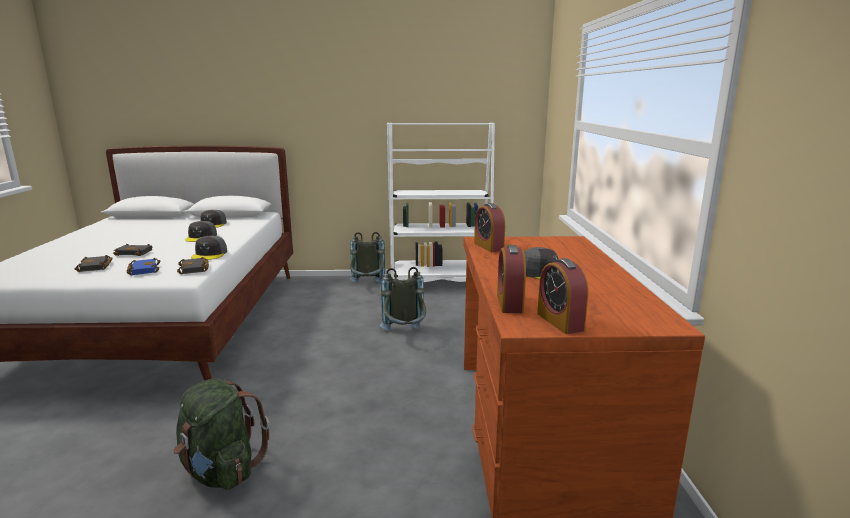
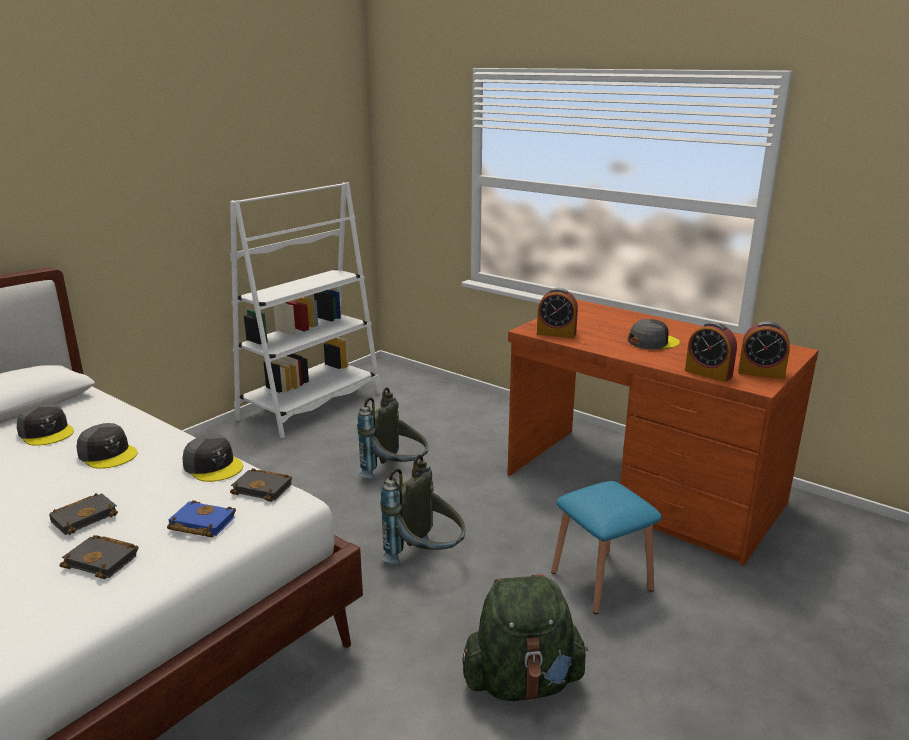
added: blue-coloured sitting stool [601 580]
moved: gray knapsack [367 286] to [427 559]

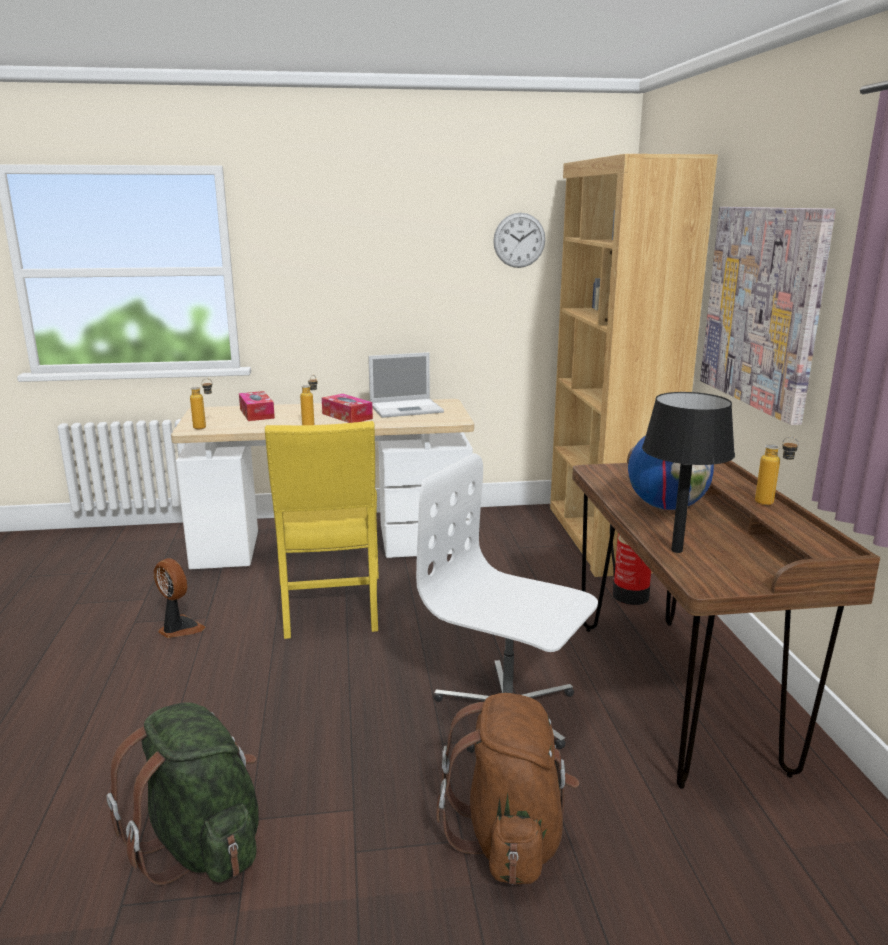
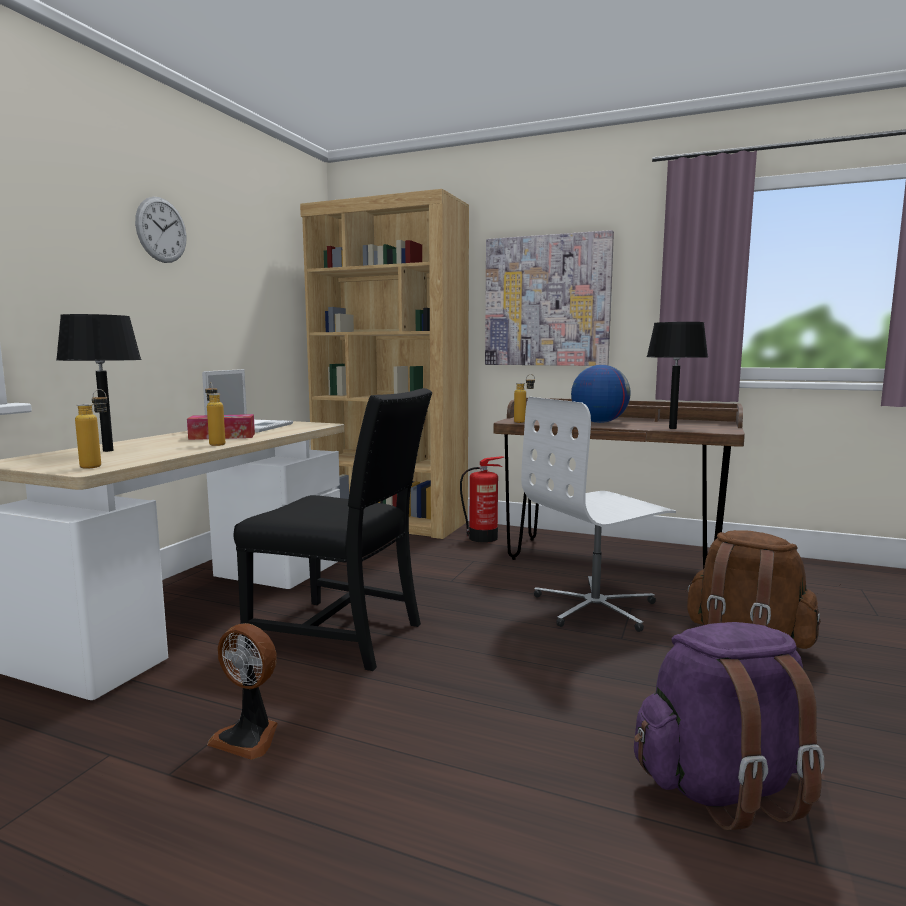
moved: hanging clock [519 240] to [161 230]; beverage bottle [771 504] to [524 422]
replaced: tissue box [257 413] to blackish table lamp [107 451]
recoloured: yellow upright chair [330 607] to blackish upright chair [342 635]; greenish knapsack [201 844] to purple-coloured knapsack [723 788]
turned: electric fan [179 629] = [249 737] 135 degrees counterclockwise

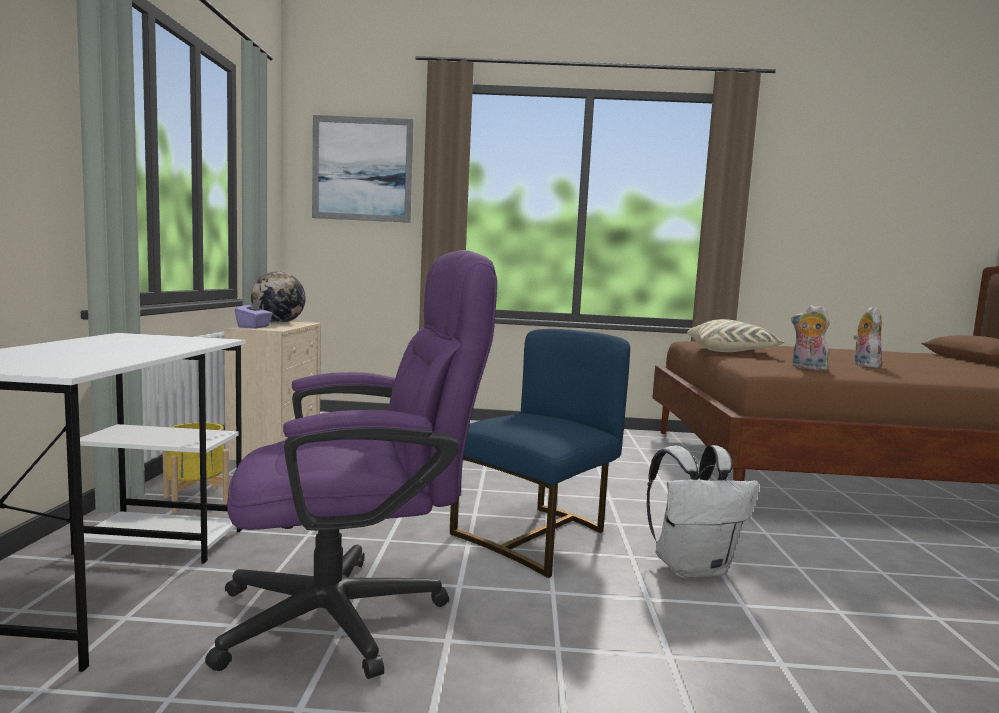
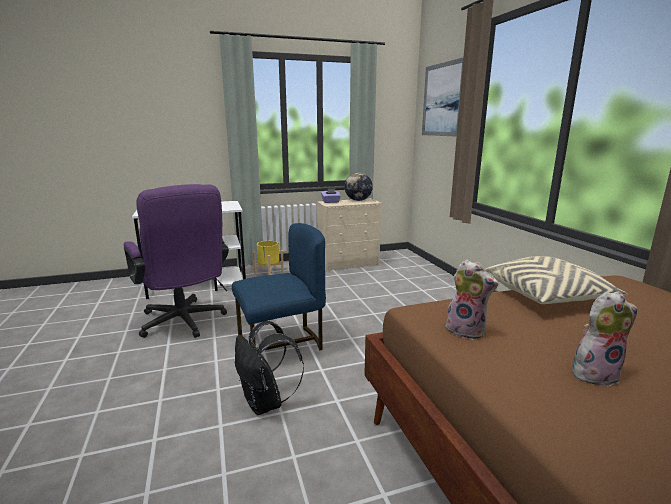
recoloured: white-coloured knapsack [692 567] to blackish knapsack [266 403]
turned: blue-coloured upright chair [536 536] = [281 346] 45 degrees counterclockwise; soft toy [807 368] = [467 330] 105 degrees clockwise

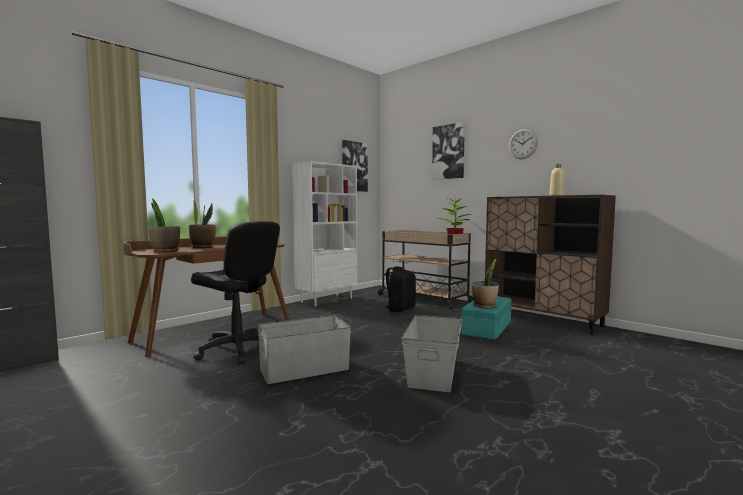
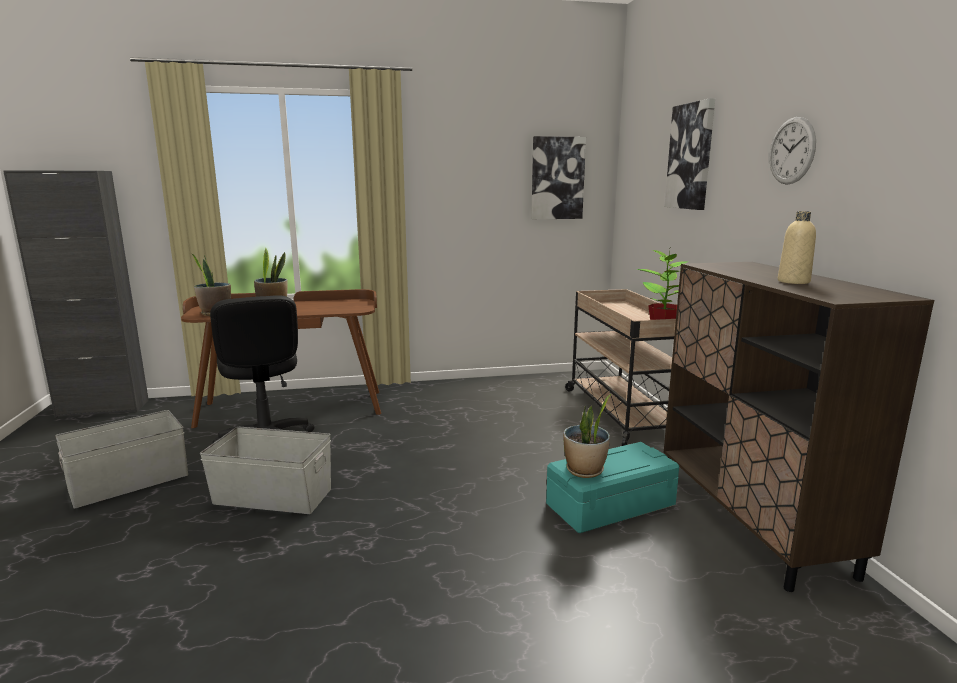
removed: white-coloured shelving unit [327 300]; blackish knapsack [400 309]
moved: gray storage box [434 372] to [130 482]

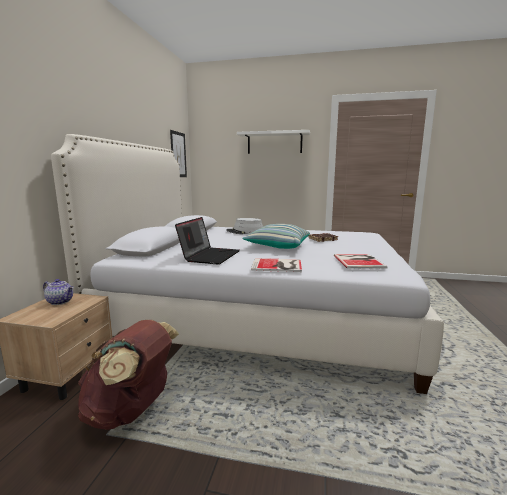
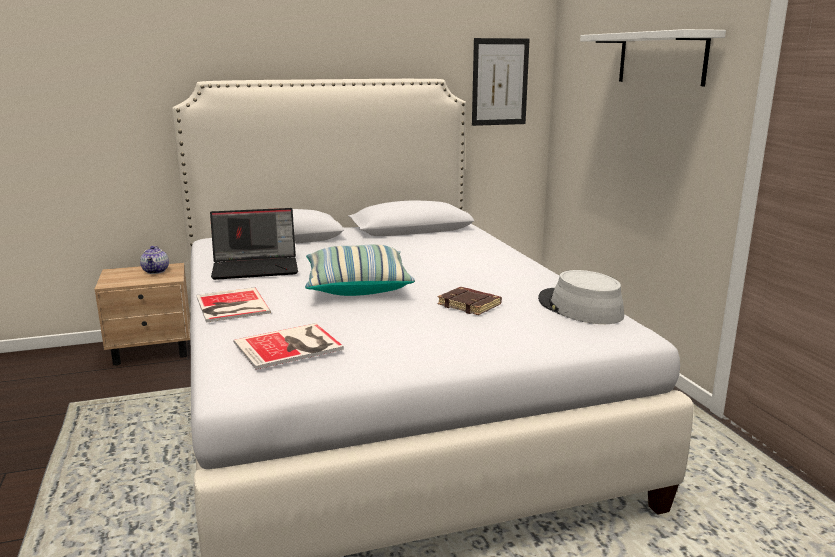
removed: brownish knapsack [131 410]
moved: gray wearable hat [245 232] to [579 308]

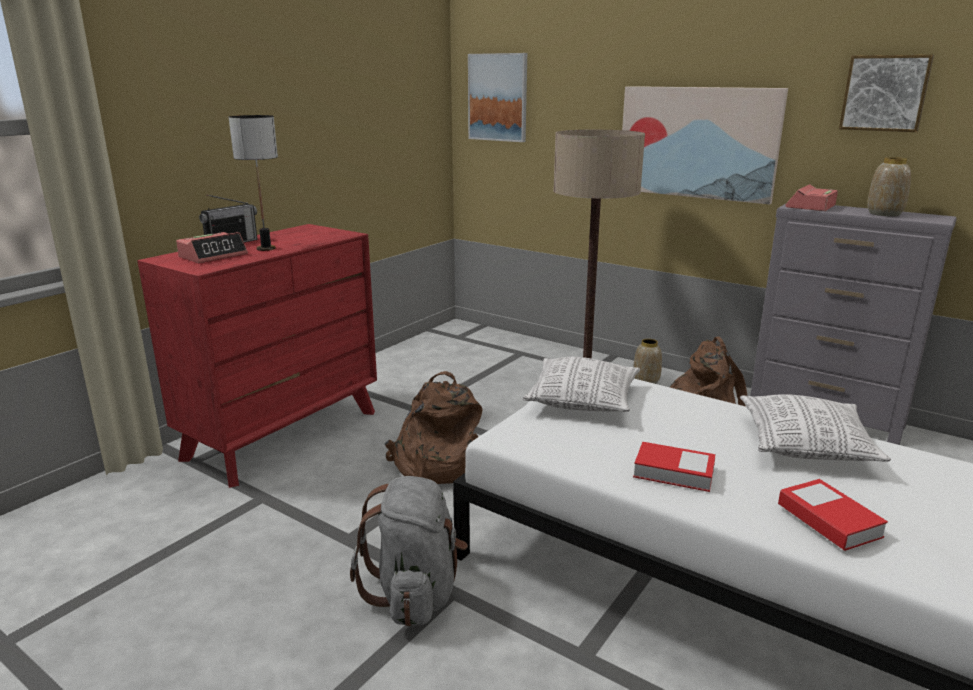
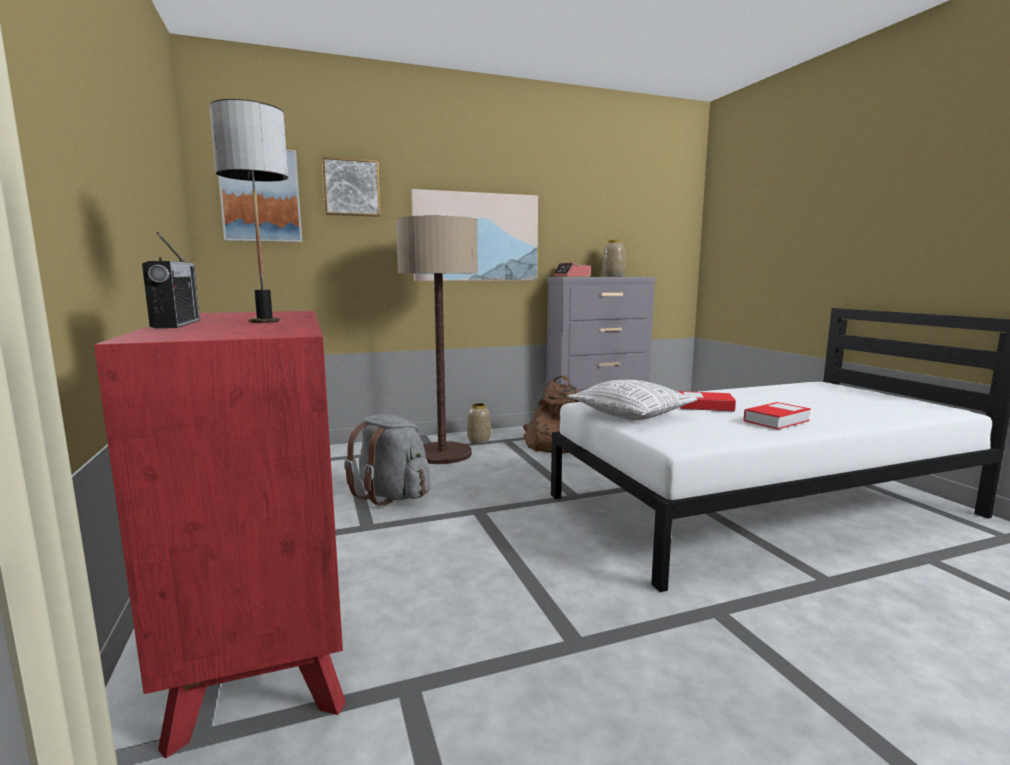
removed: bedside clock [213 256]; brownish knapsack [435 464]; pillow [805 445]
moved: wall art [885 93] to [351 188]; gray knapsack [415 593] to [391 496]; book [828 520] to [705 406]

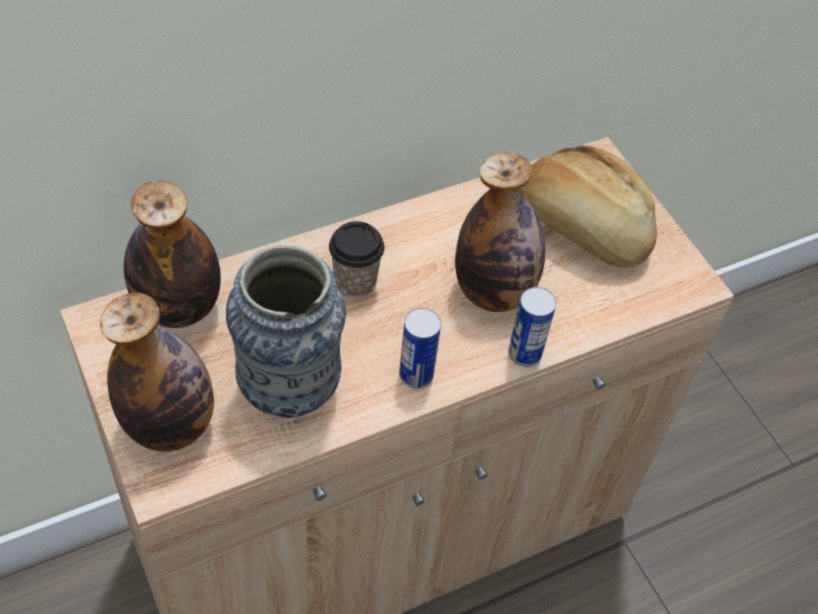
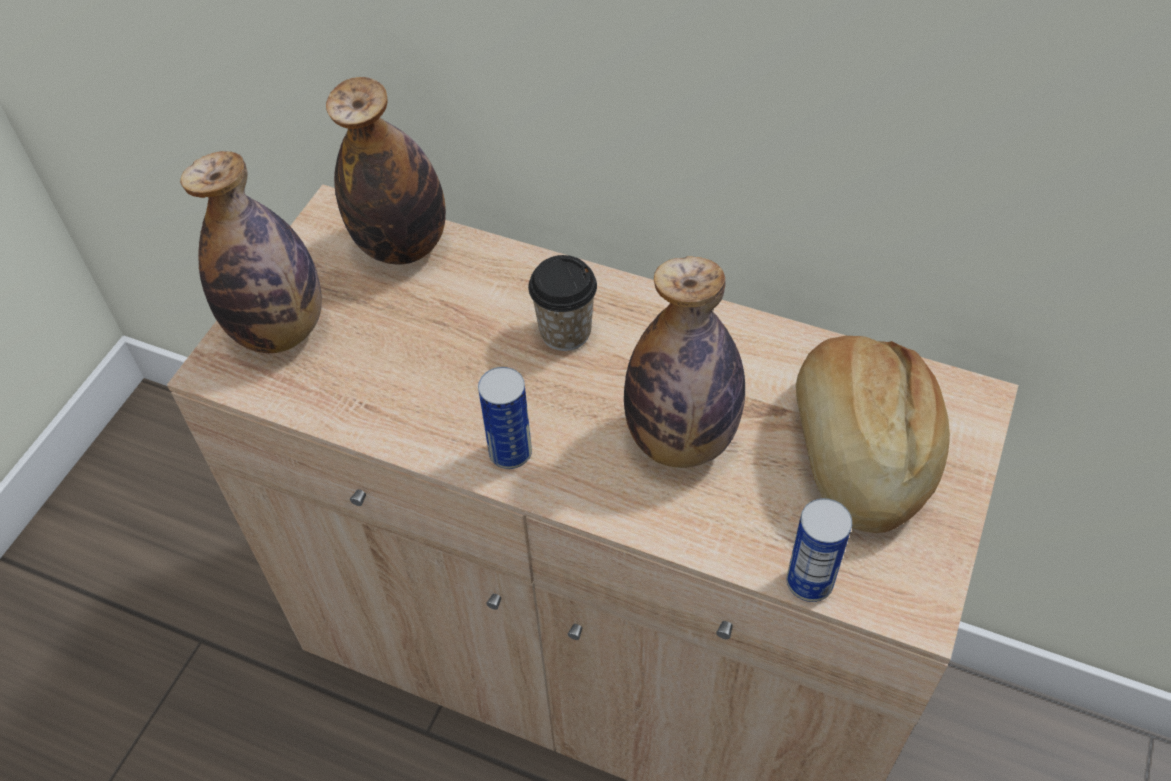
removed: decorative vase [289 390]
moved: can [524 354] to [809 582]

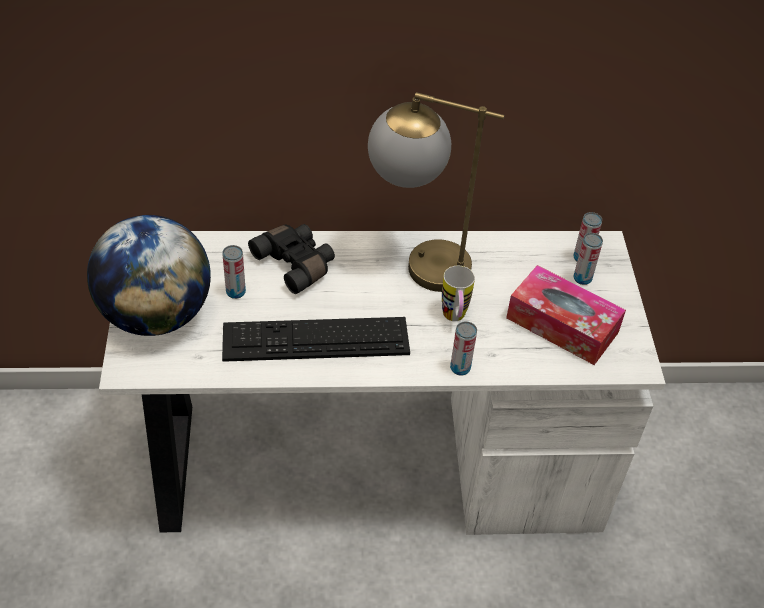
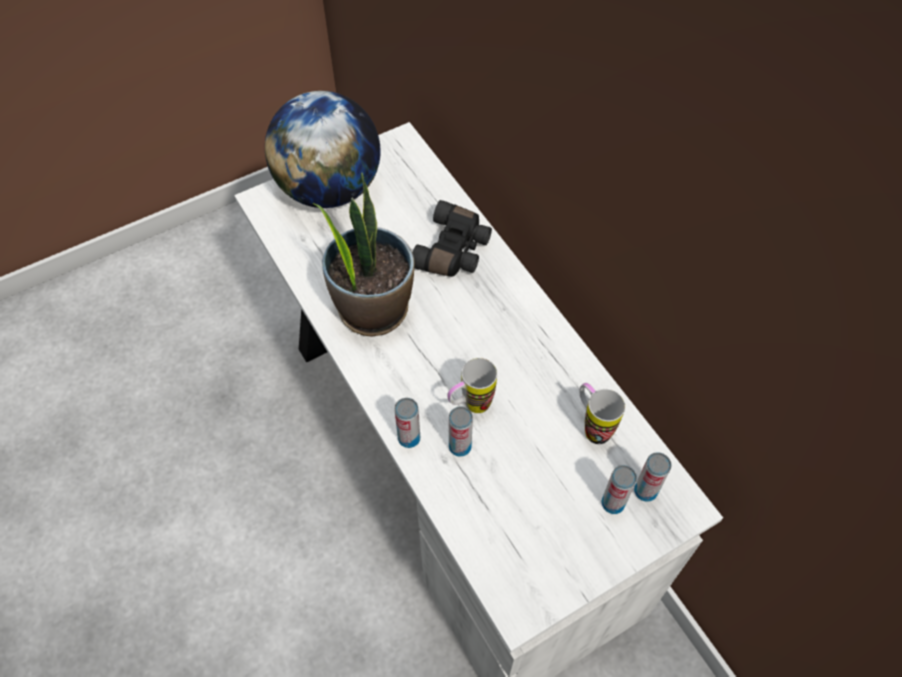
removed: table lamp [416 263]; tissue box [562 325]
added: coffee mug [592 426]
moved: can [235 292] to [460 447]
replaced: keyboard [315 339] to potted plant [373 308]

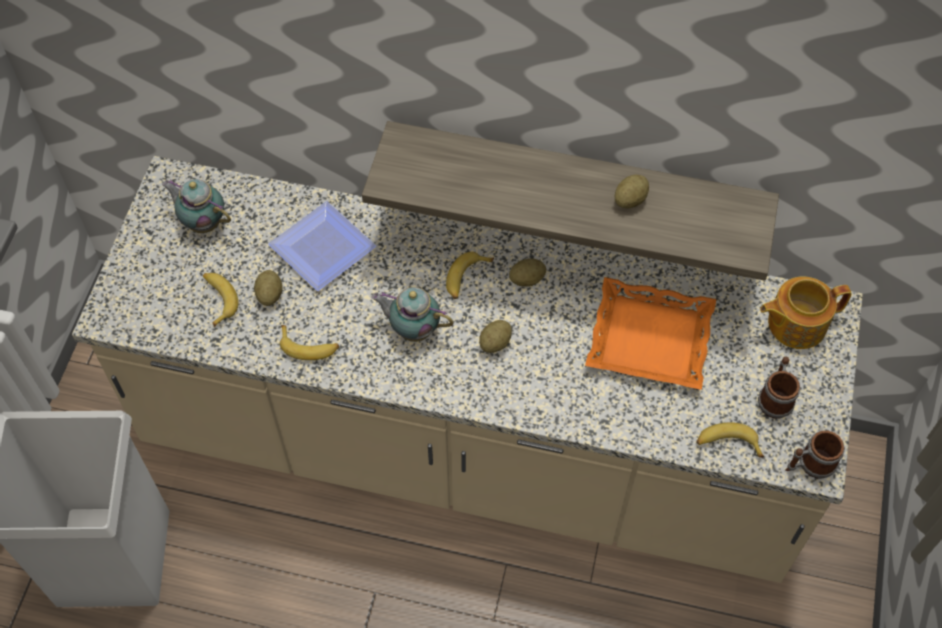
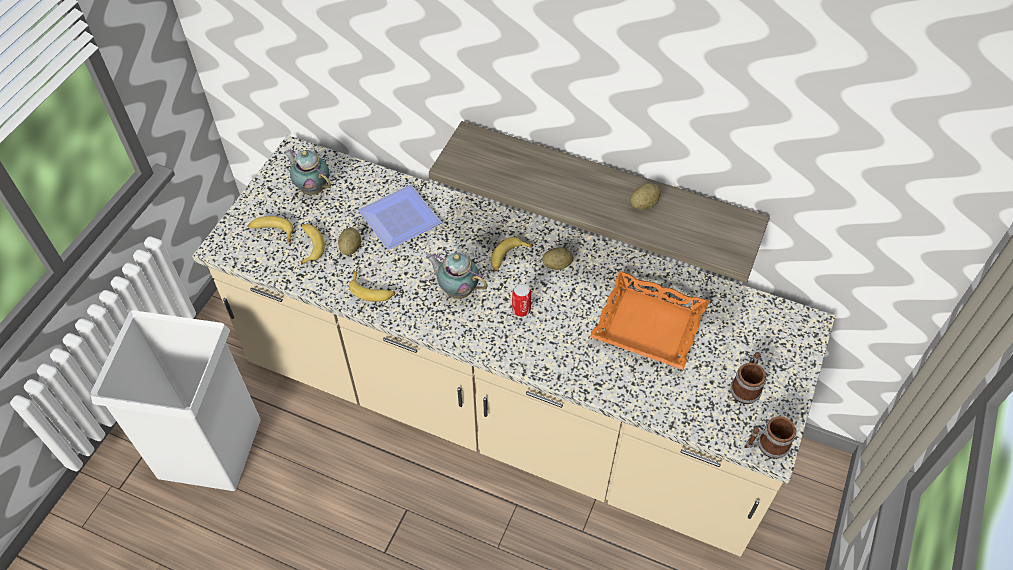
removed: tea pot [795 323]
moved: banana [727 443] to [272 231]
replaced: potato [495 343] to can [521 310]

